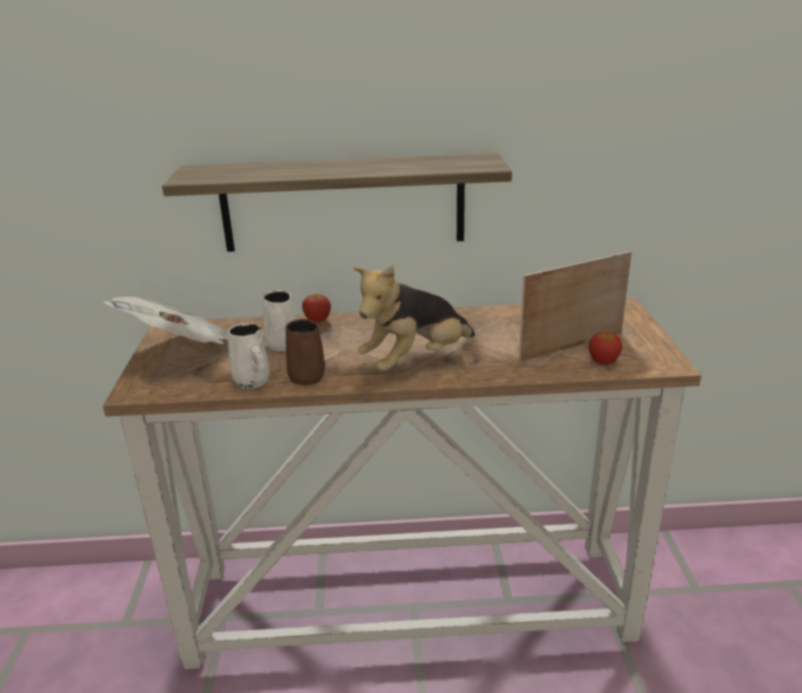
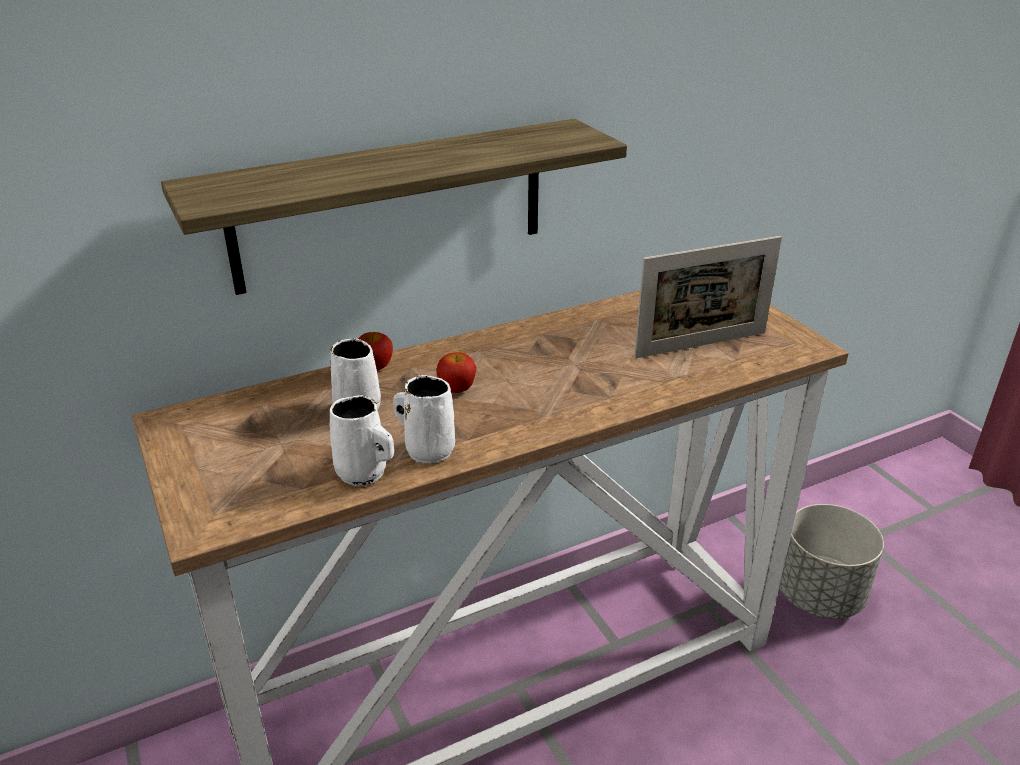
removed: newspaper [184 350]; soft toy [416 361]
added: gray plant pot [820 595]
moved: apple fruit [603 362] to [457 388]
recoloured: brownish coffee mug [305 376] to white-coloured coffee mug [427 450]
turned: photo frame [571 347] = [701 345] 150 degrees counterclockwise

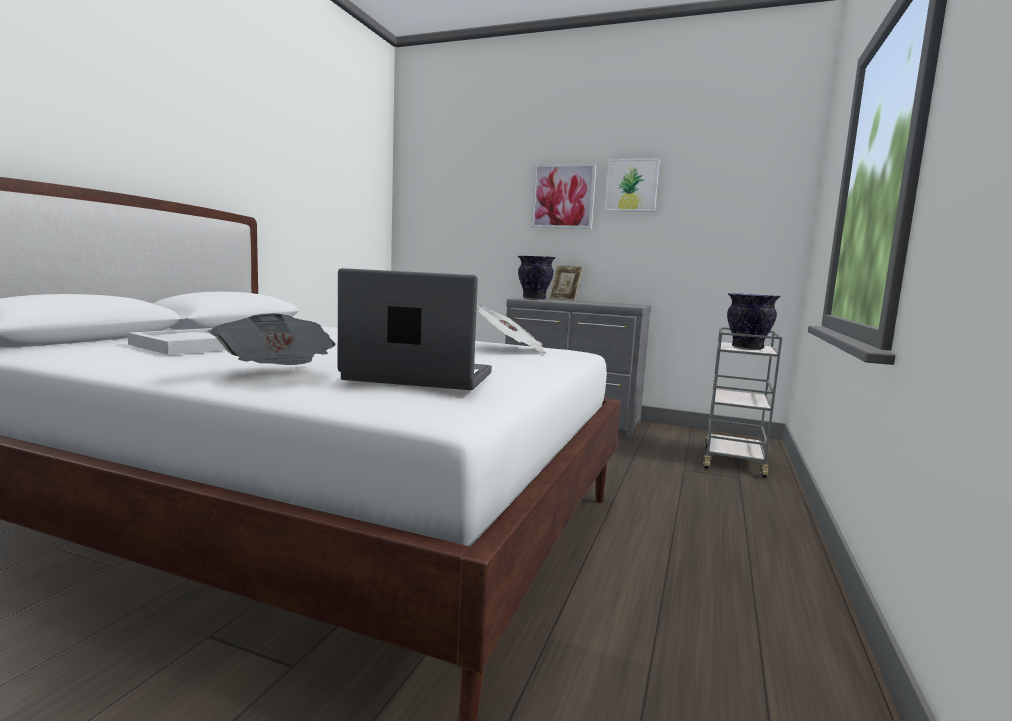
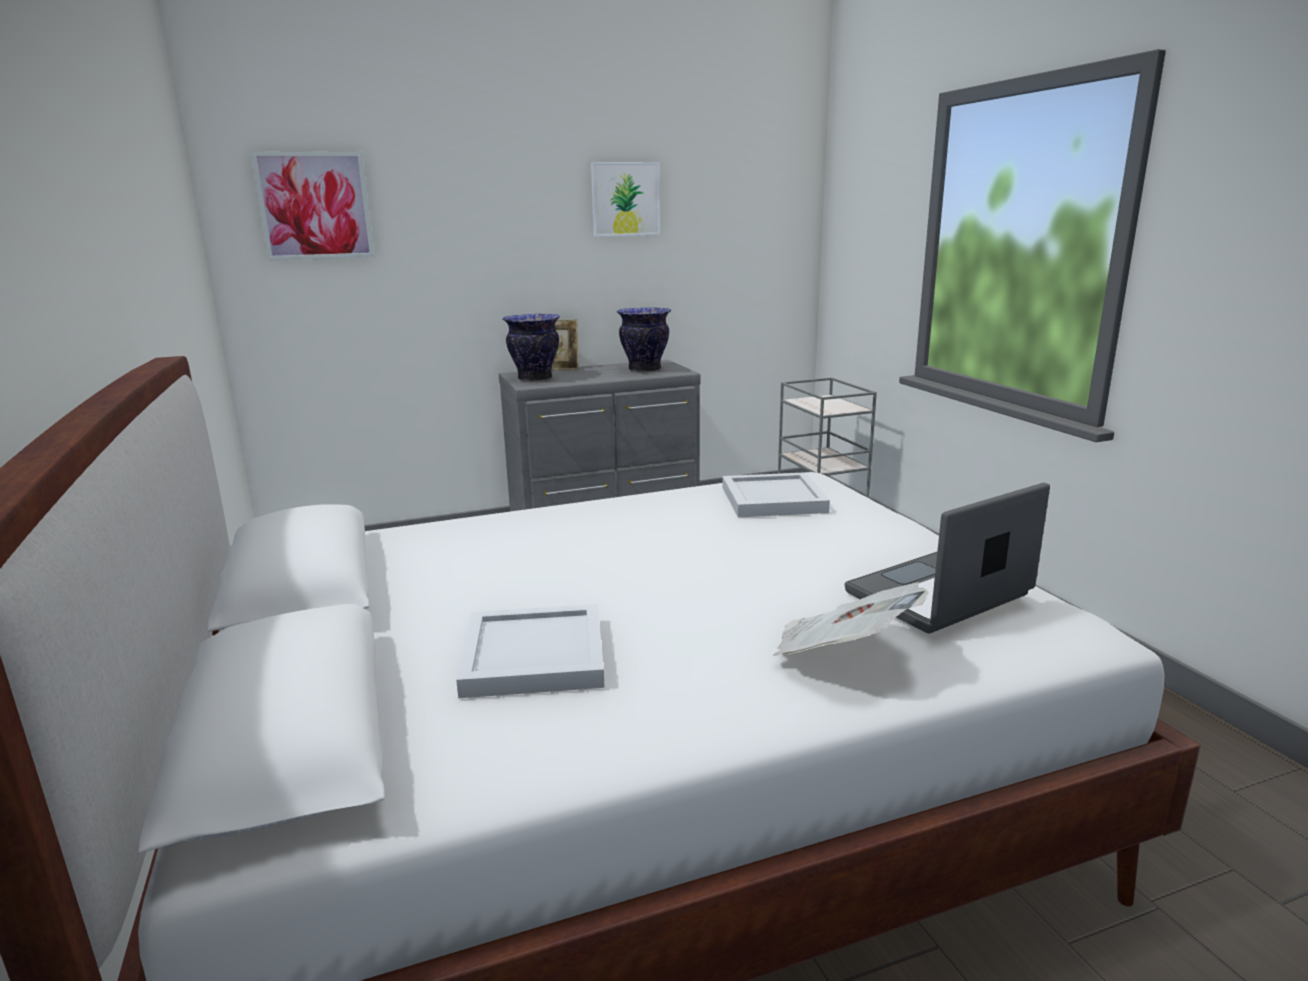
moved: wall art [563 196] to [315 206]; decorative vase [746 348] to [644 370]
replaced: newspaper [511 349] to white-coloured serving tray [774 499]

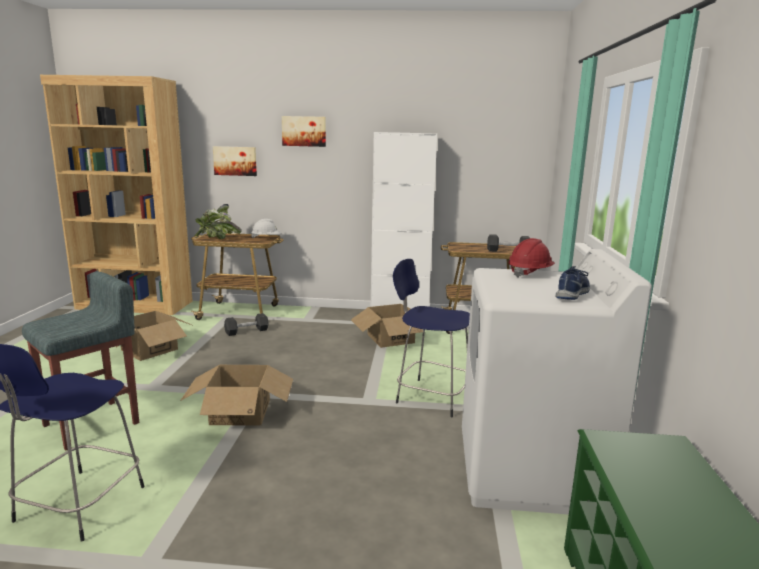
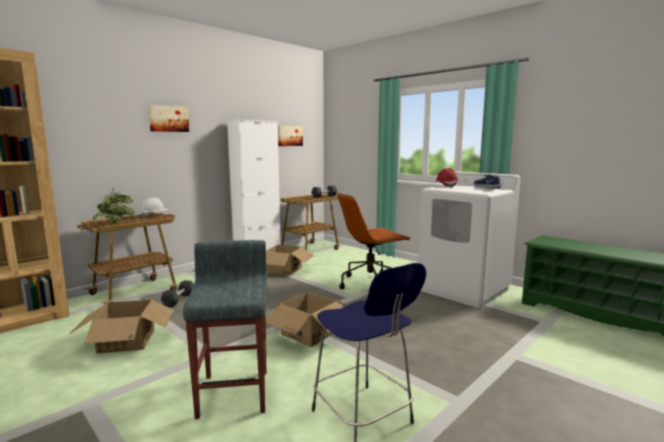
moved: wall art [235 161] to [289 136]
replaced: blue-coloured sitting stool [431 396] to brownish office chair [370 283]

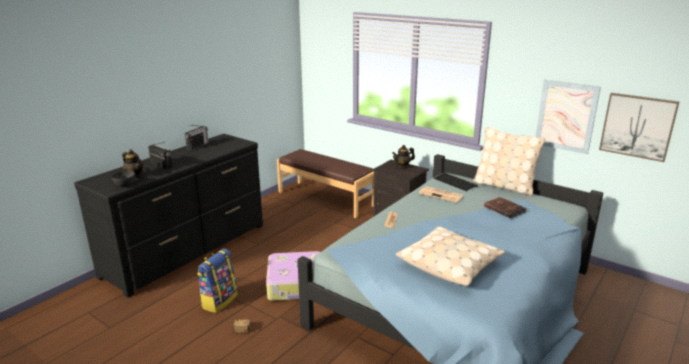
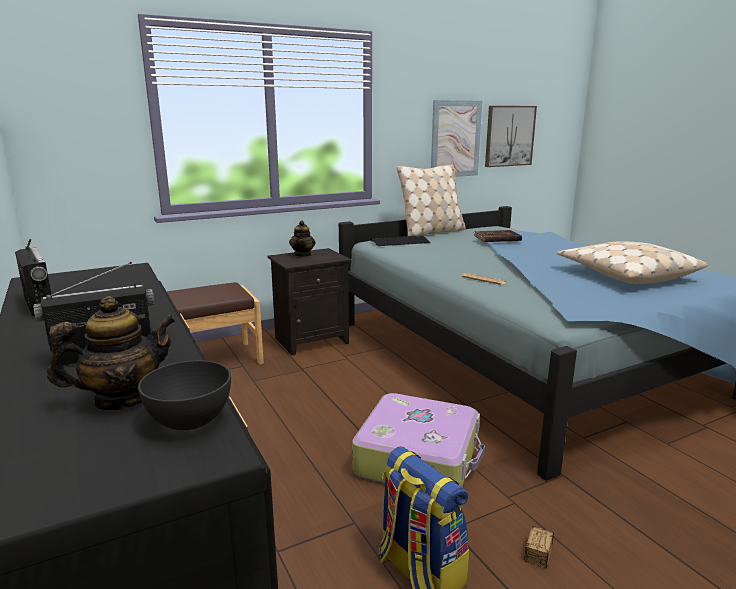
removed: newspaper [441 195]

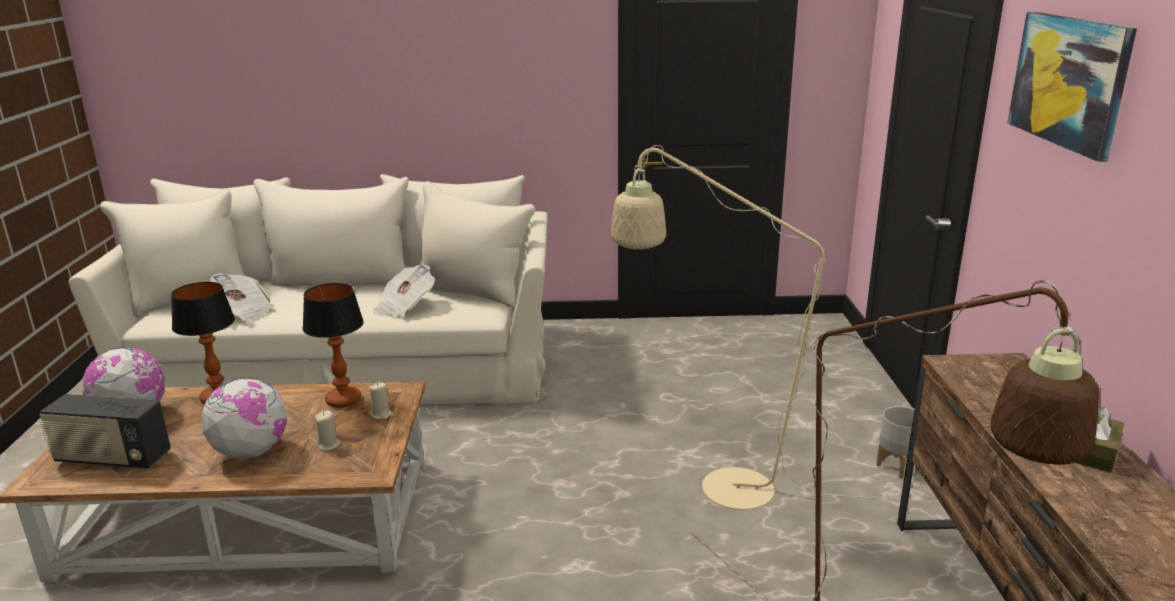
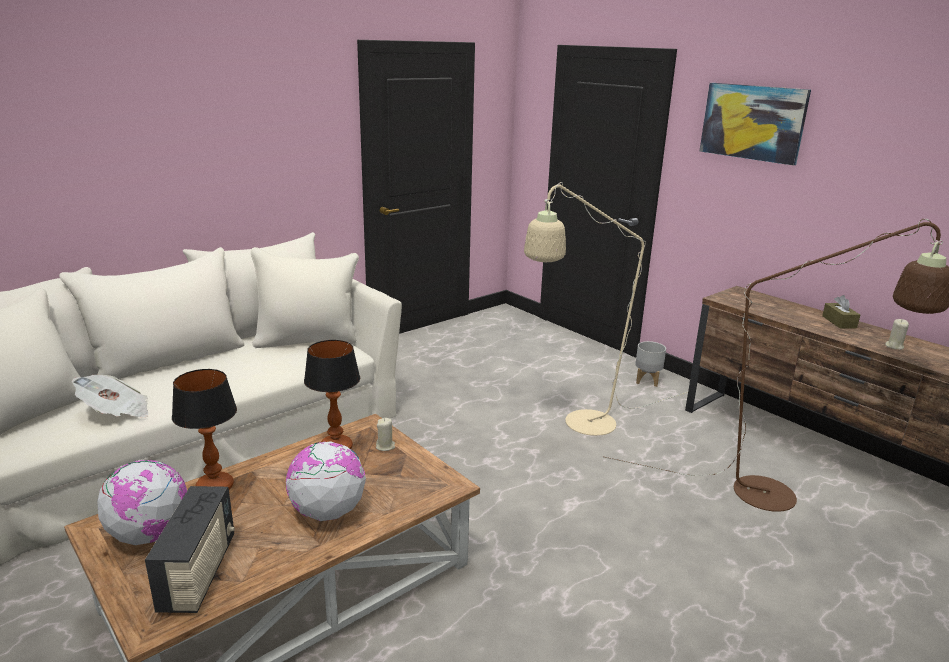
removed: newspaper [404 307]
moved: beige wax light [328 445] to [894 346]
turned: radio receiver [112 458] = [199 573] 60 degrees counterclockwise

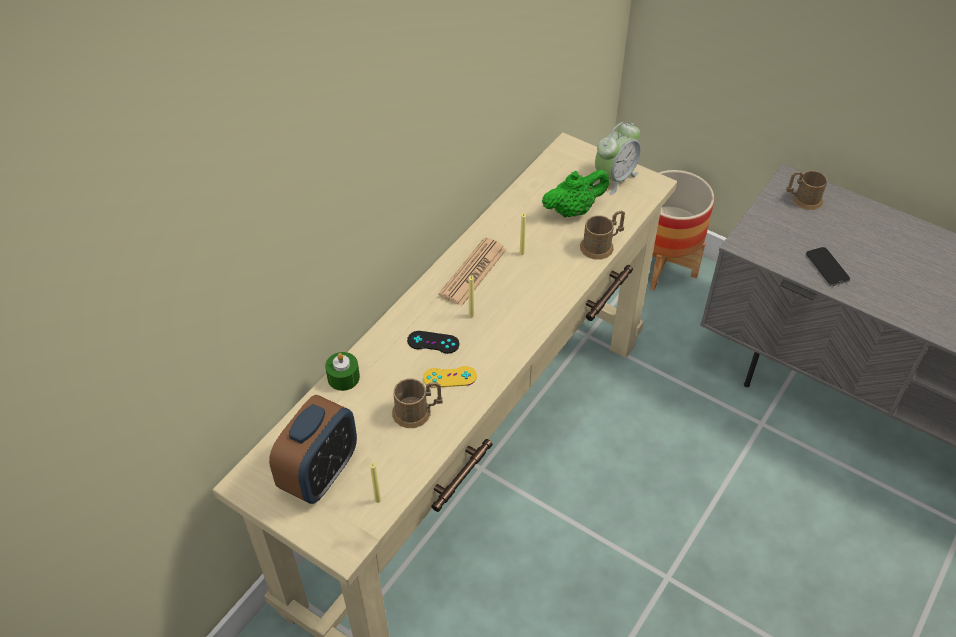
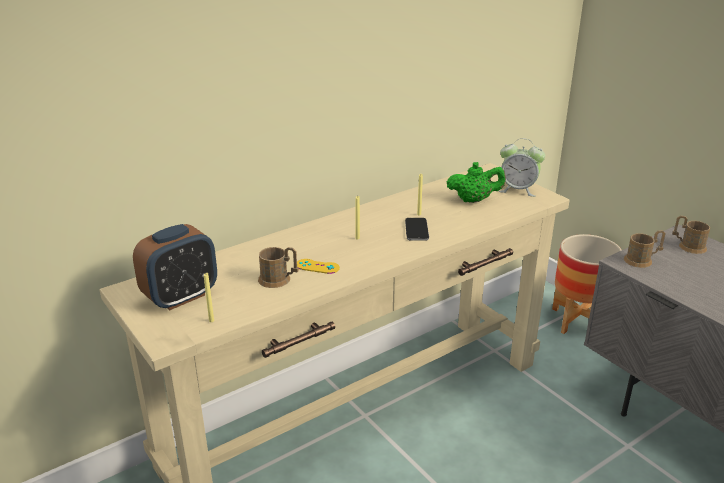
removed: greenish wax light [343 377]; blackish joypad [433 342]; newspaper [473 272]
moved: telephone [827 267] to [416 230]; brownish coffee mug [601 245] to [642 260]
turned: bedside clock [615 178] = [518 190] 45 degrees clockwise

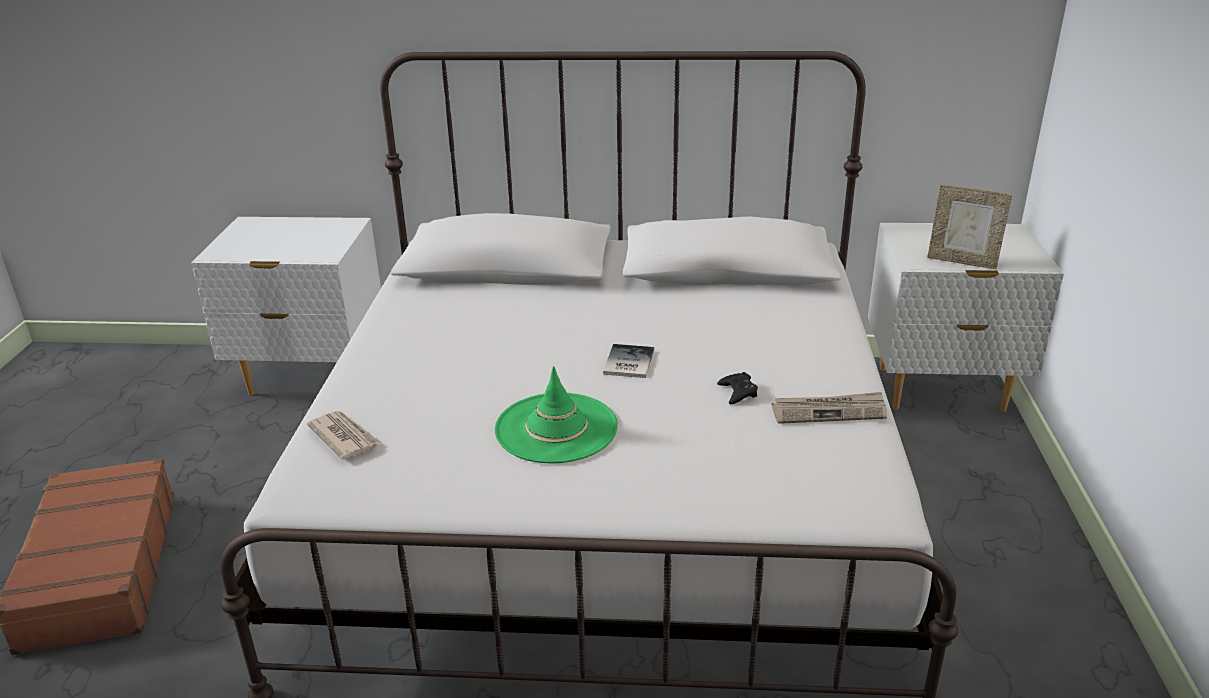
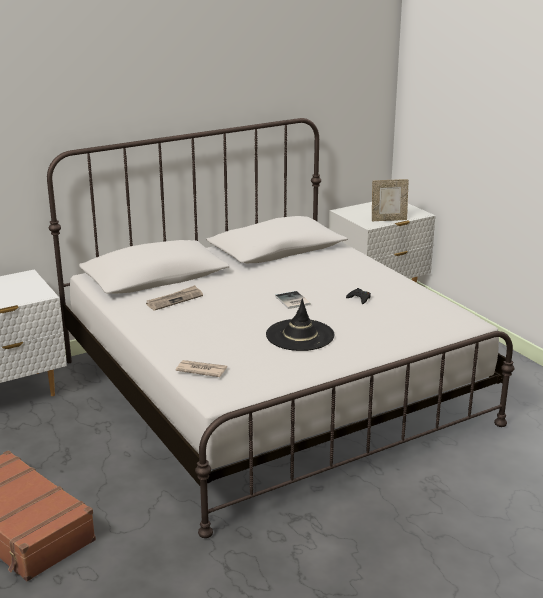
moved: newspaper [829 411] to [175 300]
recoloured: greenish wearable hat [556 428] to blackish wearable hat [300 335]

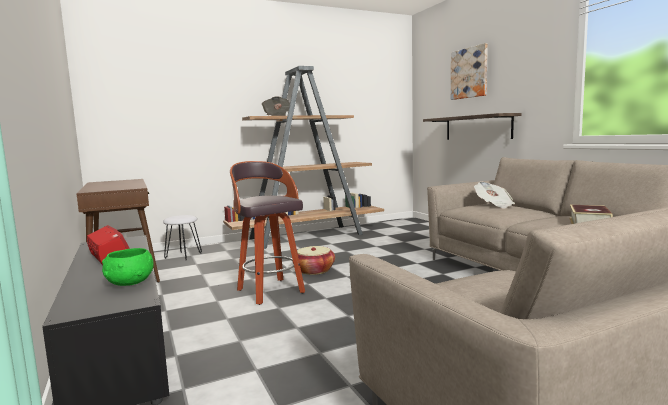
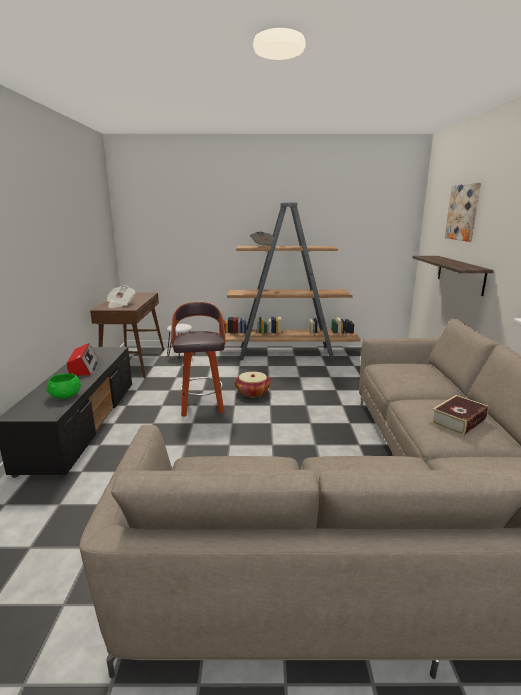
moved: newspaper [494 205] to [120 304]

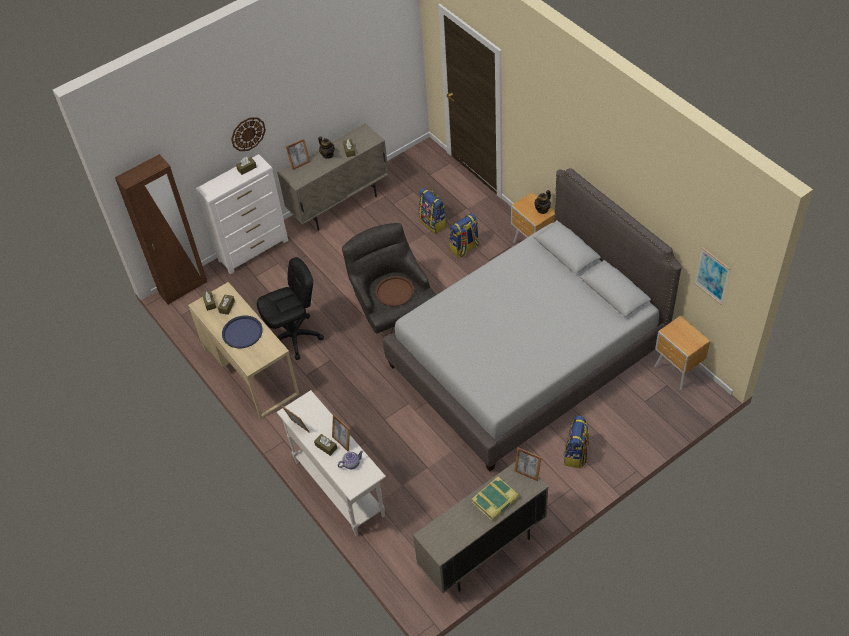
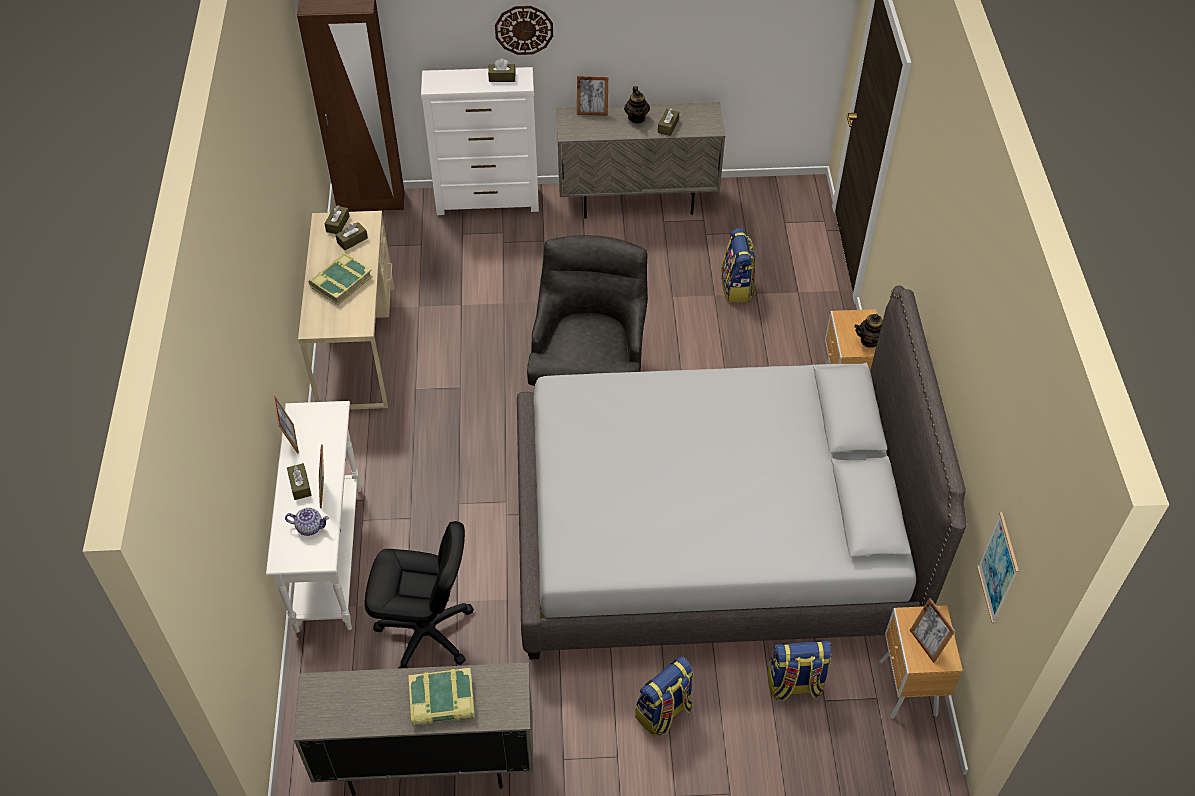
removed: brownish serving tray [395 291]
moved: blackish office chair [294 337] to [426 633]; knapsack [464 248] to [794 685]; photo frame [527 473] to [926 644]
replaced: blue-coloured serving tray [242 332] to book [341 282]

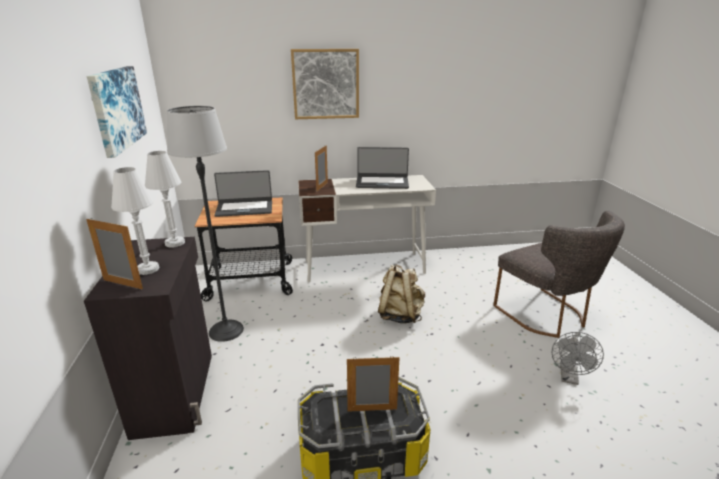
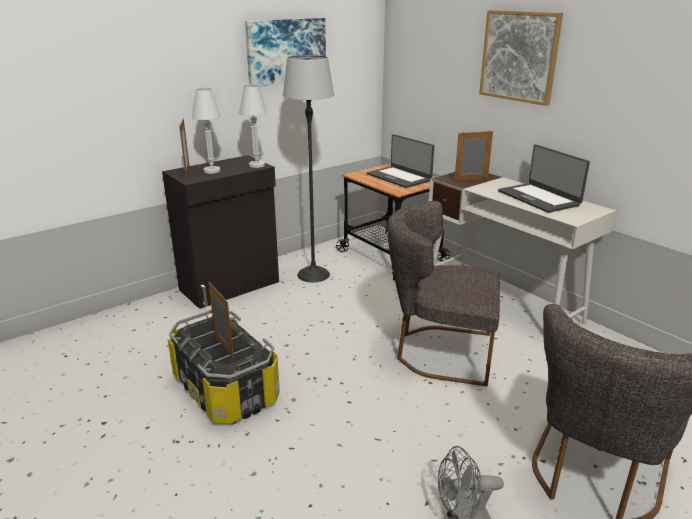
replaced: beige knapsack [400 315] to gray upright chair [439 352]

